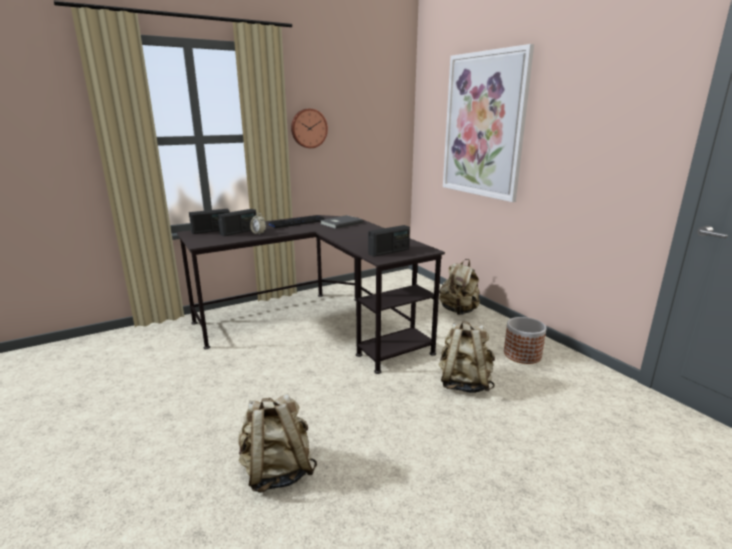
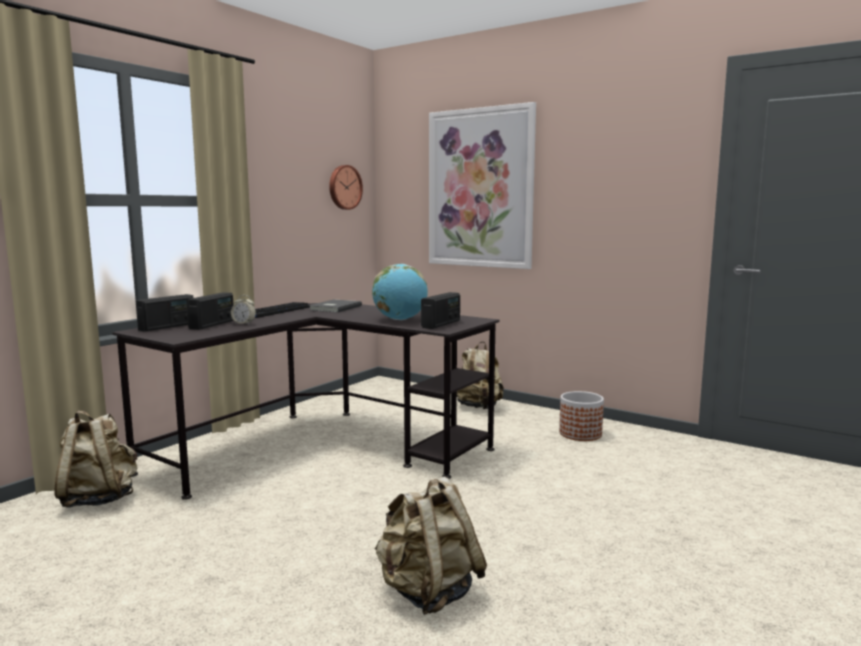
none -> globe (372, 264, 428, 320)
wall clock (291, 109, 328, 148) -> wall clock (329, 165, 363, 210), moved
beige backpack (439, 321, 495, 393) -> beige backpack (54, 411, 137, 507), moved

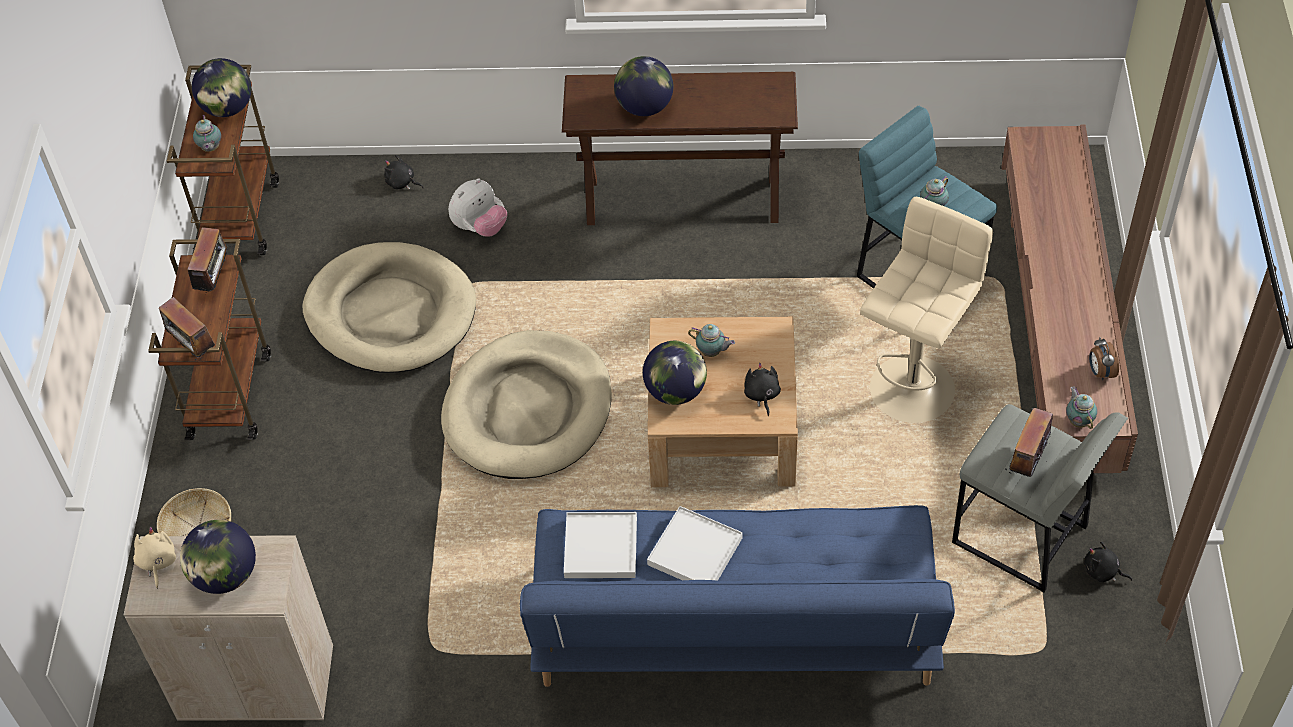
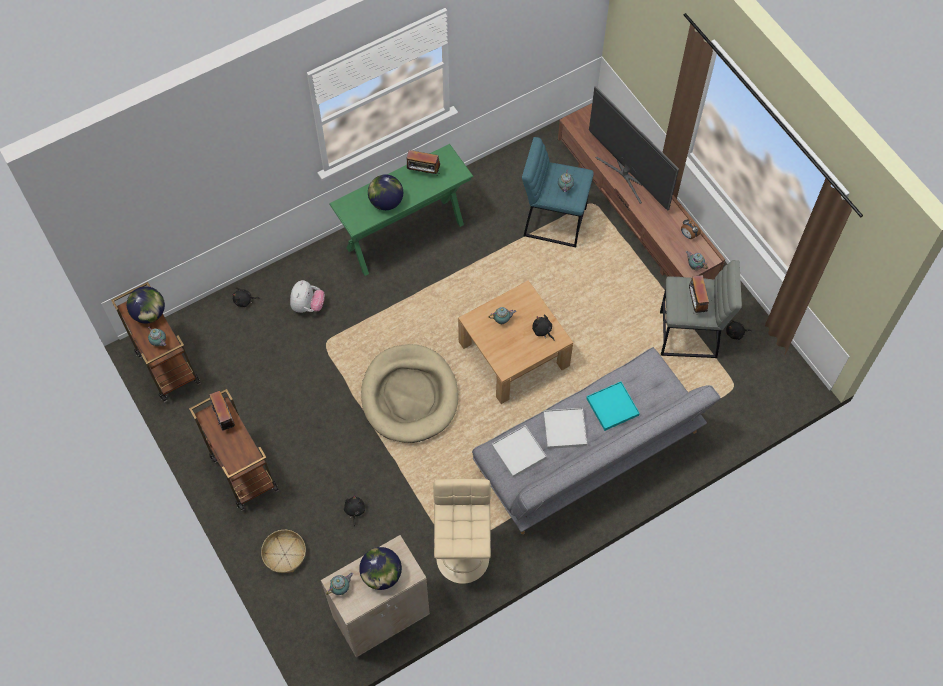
beige dog bed (303, 242, 476, 373) -> none
globe (643, 341, 707, 405) -> none
none -> black plush toy (344, 495, 365, 526)
none -> turquoise tray (586, 382, 640, 431)
none -> television (589, 86, 679, 210)
radio (159, 297, 215, 360) -> radio (407, 150, 440, 174), moved
beige stool (860, 197, 993, 423) -> beige stool (433, 479, 491, 584), moved
beige plush toy (133, 527, 176, 589) -> teapot (326, 572, 353, 595)
blue sofa (520, 505, 955, 687) -> grey sofa (472, 347, 721, 534)
brown console table (562, 72, 798, 225) -> green console table (329, 144, 474, 276)

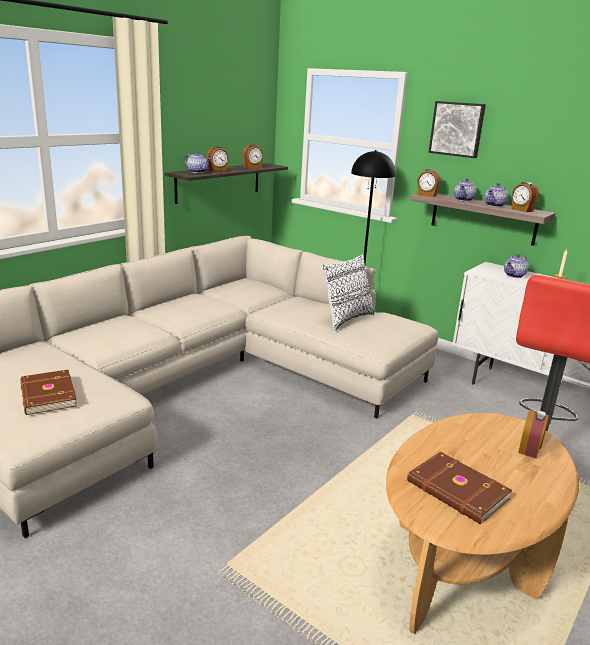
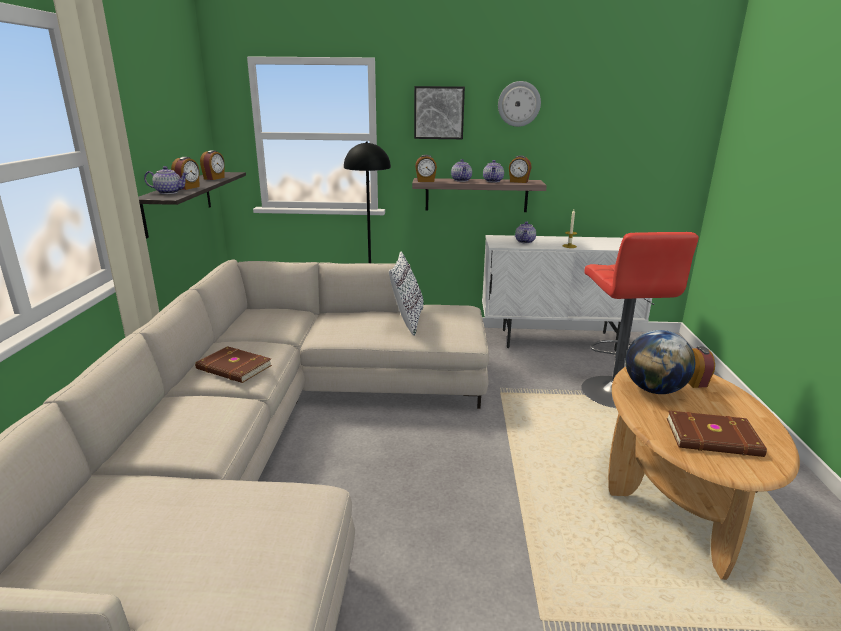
none -> wall clock (498, 81, 541, 127)
none -> globe (625, 330, 695, 394)
brown book (20, 370, 77, 415) -> brown book (195, 346, 272, 383), moved

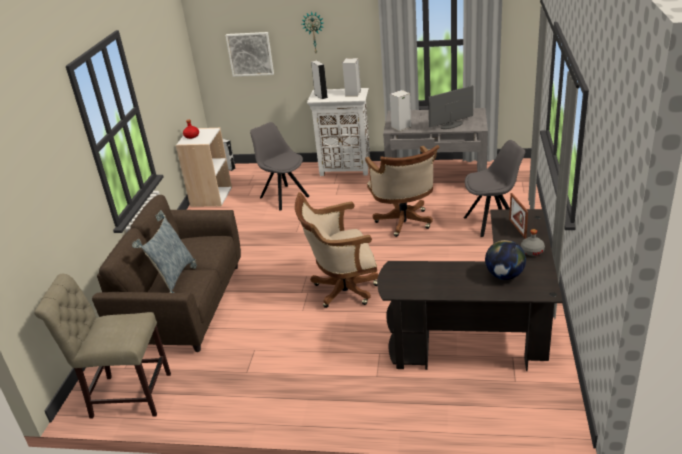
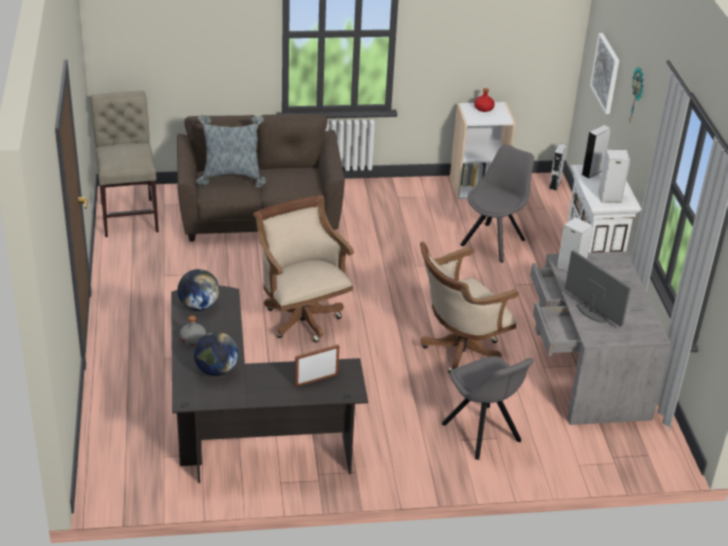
none -> globe (178, 269, 219, 311)
grey bottle (521, 229, 545, 256) -> grey bottle (180, 316, 206, 346), moved

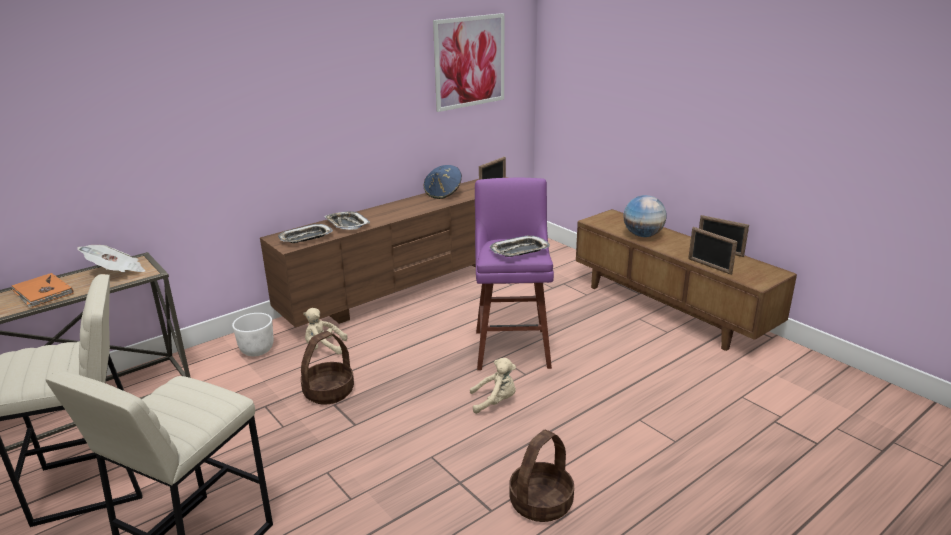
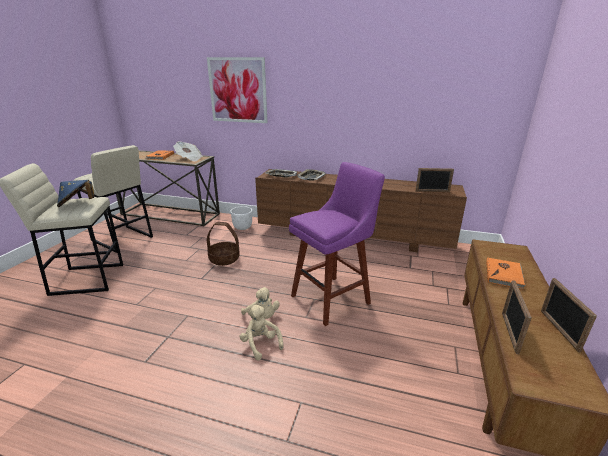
tray (490, 236, 550, 257) -> none
basket (509, 430, 574, 522) -> none
beige plush toy (303, 308, 347, 354) -> beige plush toy (239, 305, 284, 360), moved
blue hat (424, 165, 462, 199) -> blue hat (57, 180, 94, 207), moved
picture (433, 13, 504, 112) -> picture (207, 57, 267, 123), moved
globe (623, 195, 667, 237) -> orange book (486, 258, 526, 289)

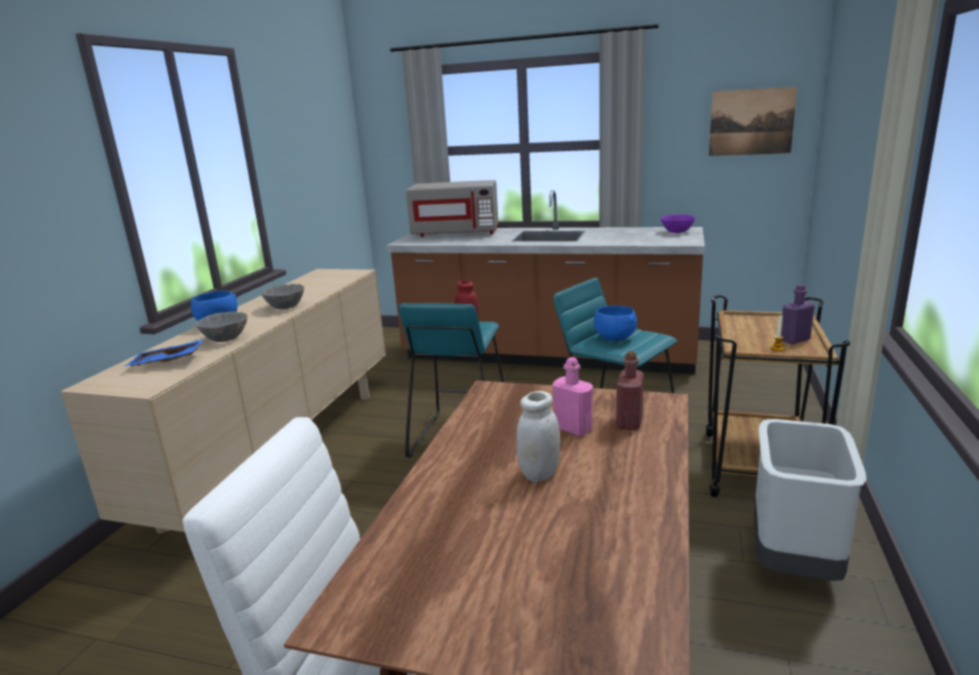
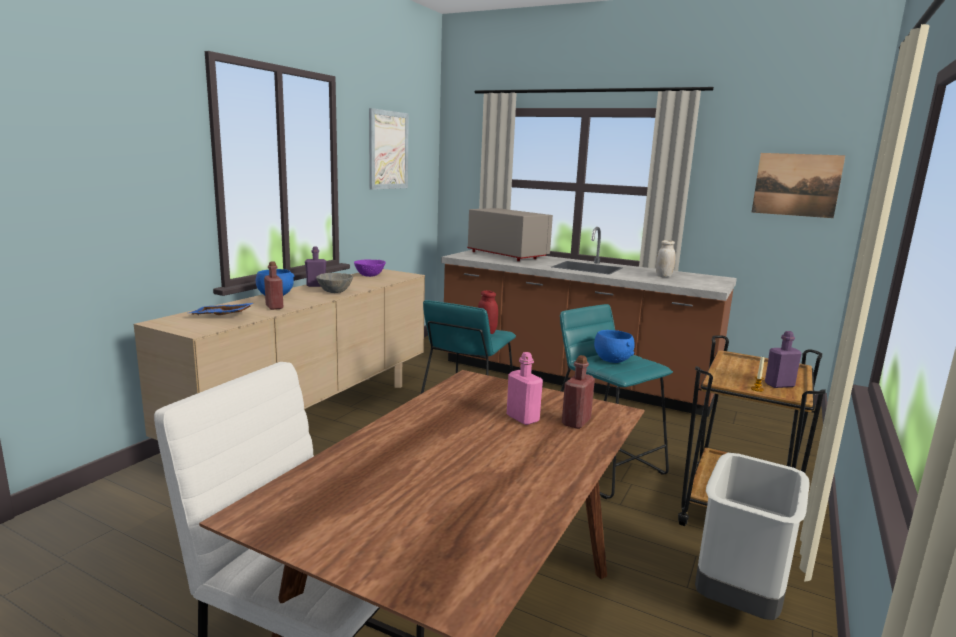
none -> purple bottle (305, 247, 326, 287)
none -> picture (369, 108, 409, 190)
white jar (516, 391, 560, 482) -> white jar (656, 240, 675, 277), moved
purple bowl (661, 214, 695, 233) -> purple bowl (354, 260, 386, 277), moved
grey bowl (195, 312, 247, 342) -> red bottle (264, 261, 283, 310)
grey microwave (406, 180, 499, 237) -> grey microwave (467, 208, 553, 261), 150 degrees counterclockwise

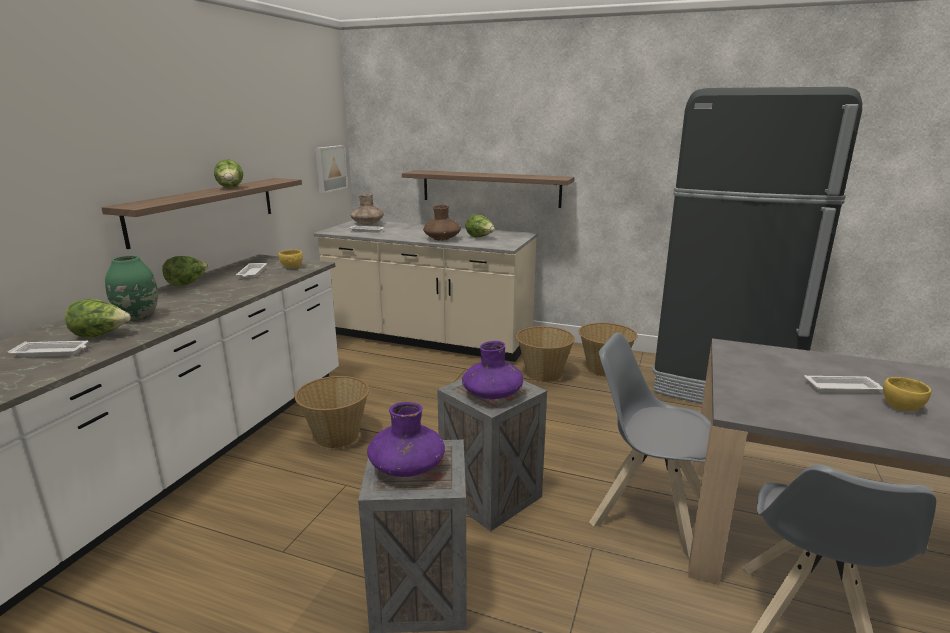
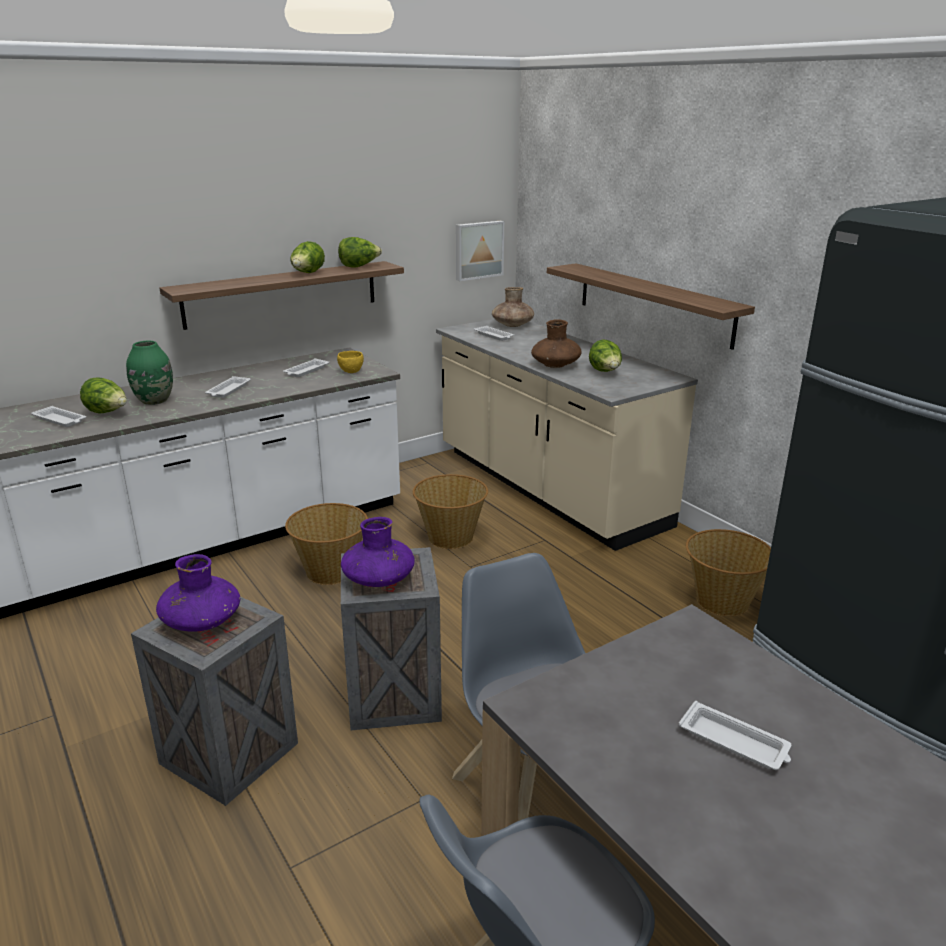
yellow bowl (883, 377, 931, 411) -> none
none -> white tray (205, 376, 251, 398)
lettuce (162, 256, 209, 286) -> lettuce (338, 237, 382, 267), moved
basket (516, 326, 575, 382) -> basket (413, 474, 488, 549), moved

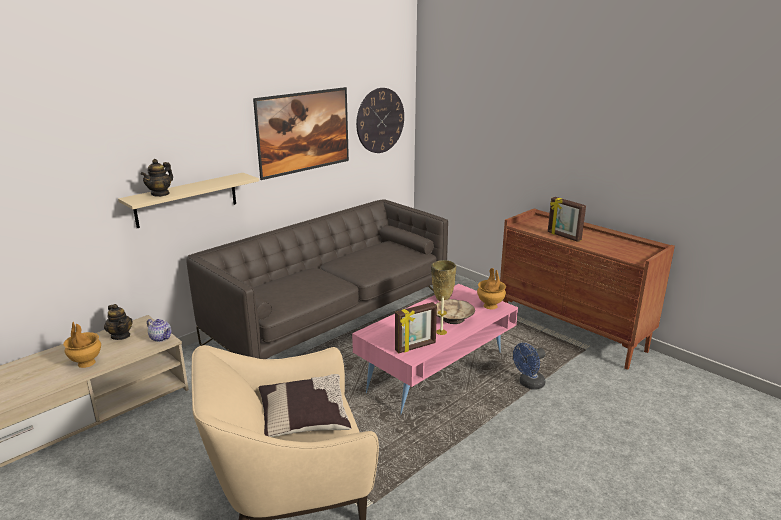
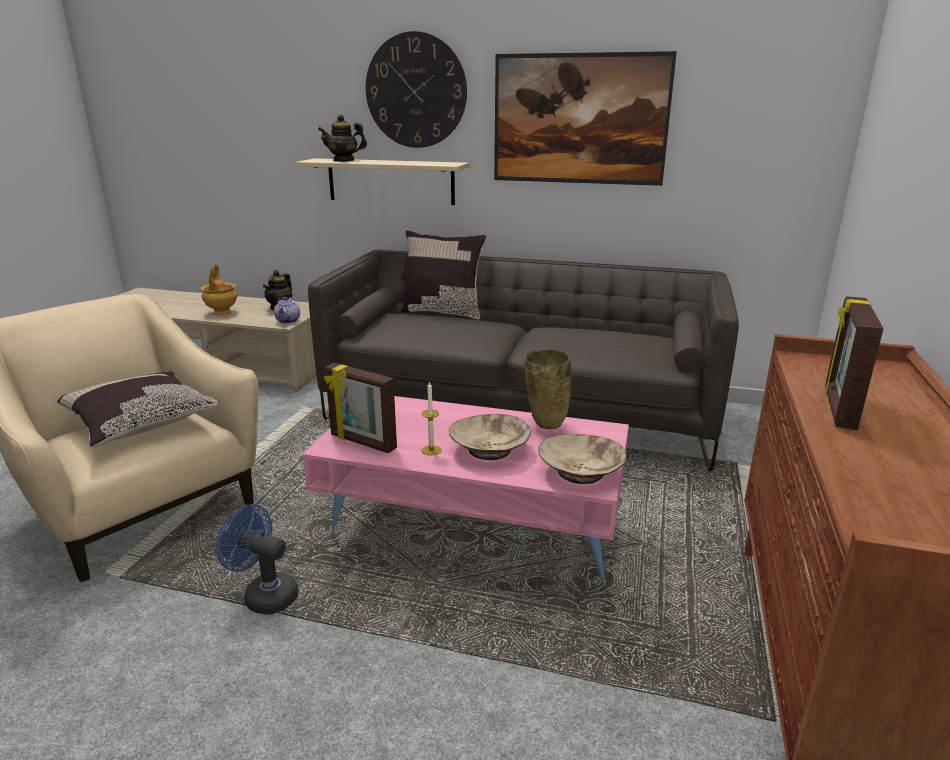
none -> pillow (401, 230, 486, 319)
wall clock (356, 88, 404, 153) -> wall clock (366, 31, 467, 148), moved
blue fan (513, 343, 546, 389) -> blue fan (216, 504, 298, 615), moved
brown vase (477, 268, 506, 309) -> beige bowl (538, 434, 626, 484)

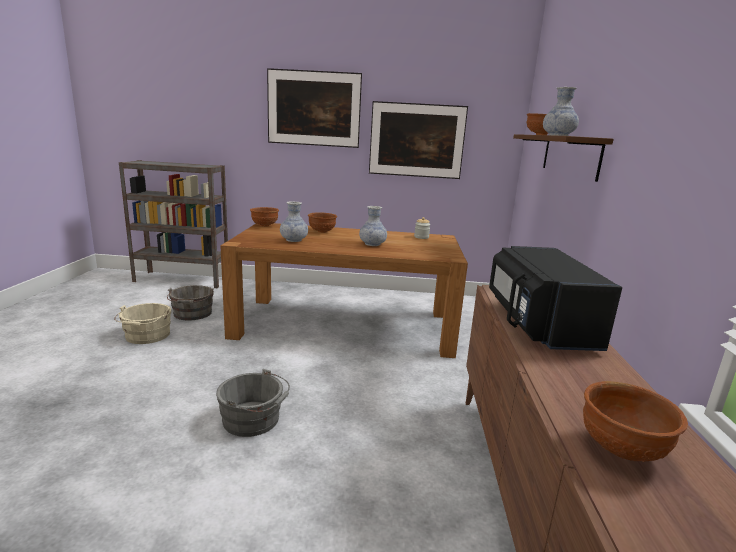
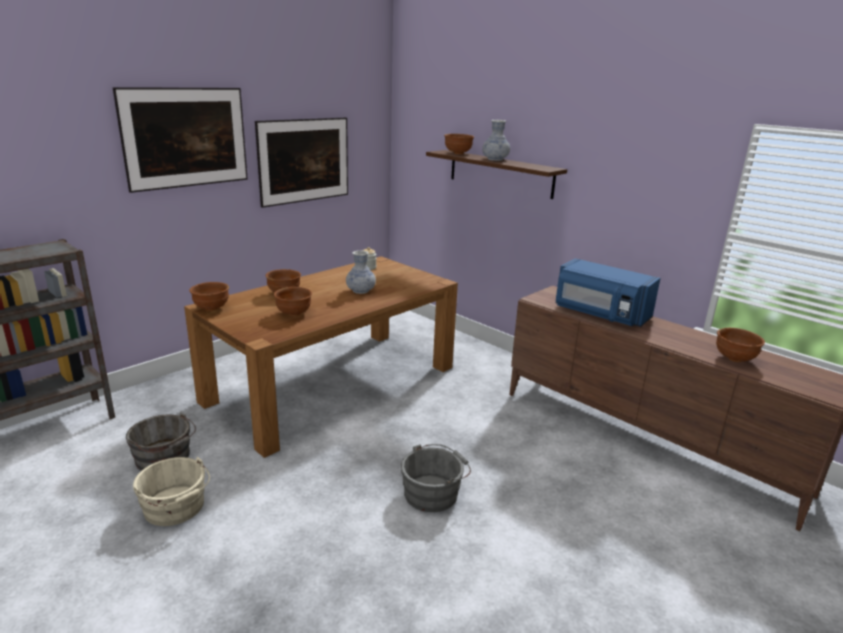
vase (280, 201, 308, 242) -> brown bowl (274, 287, 312, 316)
black microwave (489, 246, 622, 351) -> blue microwave (556, 258, 661, 327)

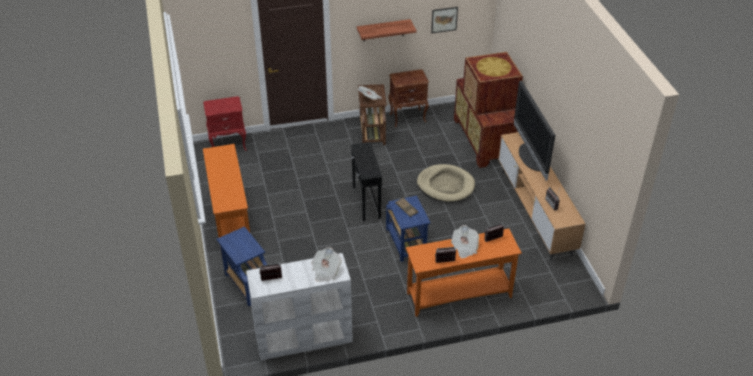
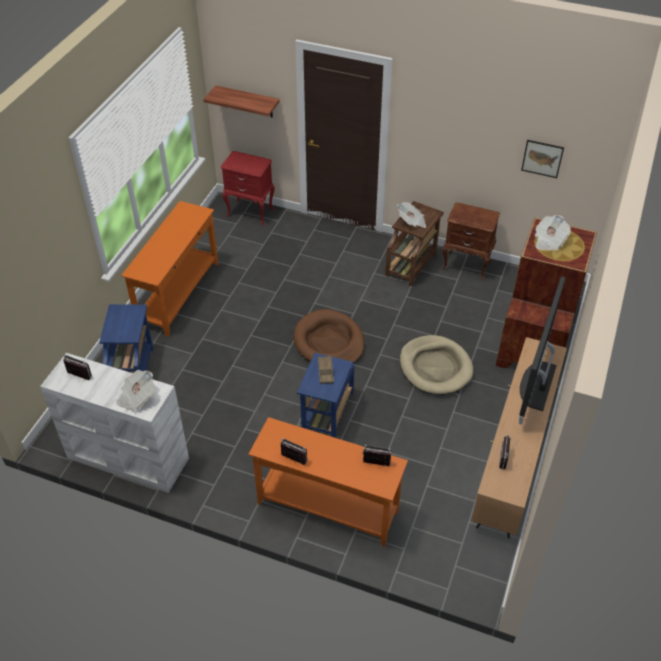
shelf (357, 19, 416, 41) -> shelf (203, 85, 280, 117), moved
newspaper (451, 225, 479, 258) -> newspaper (535, 215, 571, 251), moved
black side table (351, 142, 382, 221) -> brown dog bed (293, 309, 365, 363)

